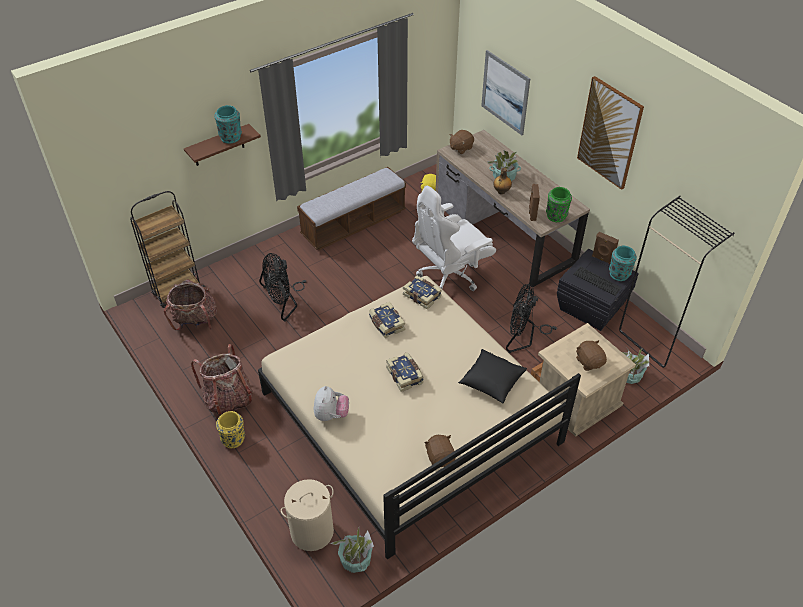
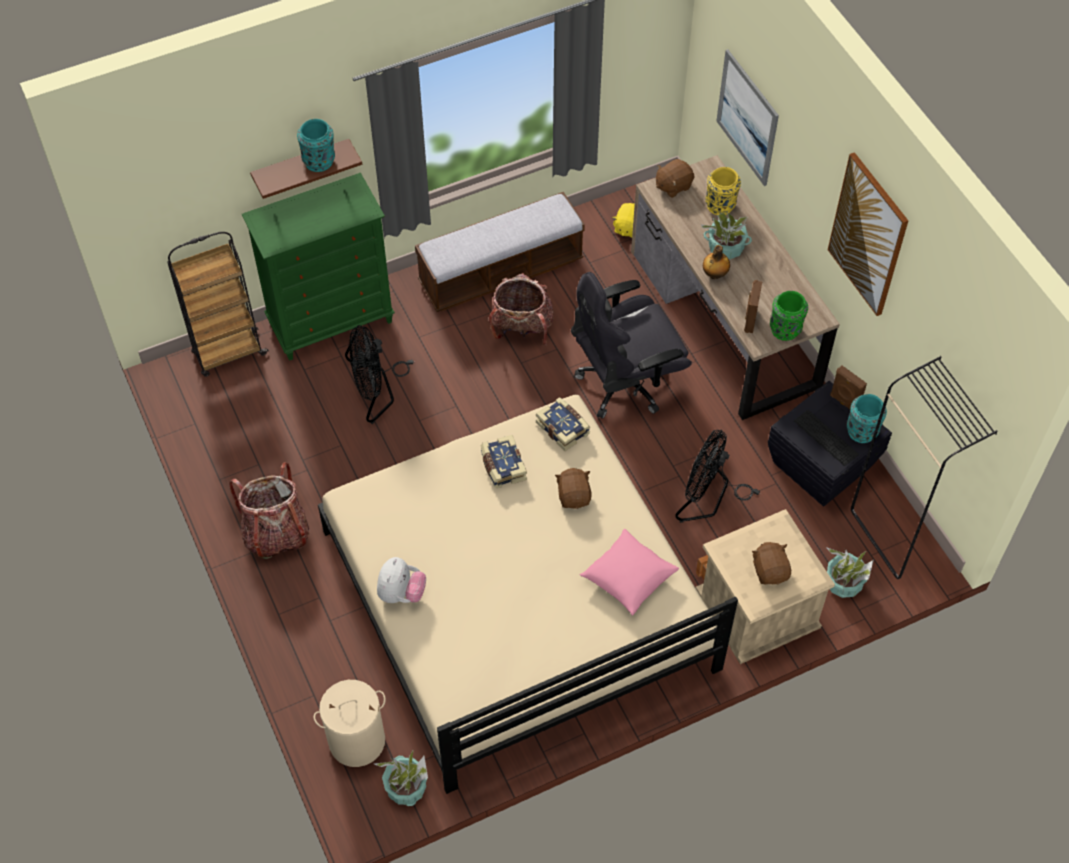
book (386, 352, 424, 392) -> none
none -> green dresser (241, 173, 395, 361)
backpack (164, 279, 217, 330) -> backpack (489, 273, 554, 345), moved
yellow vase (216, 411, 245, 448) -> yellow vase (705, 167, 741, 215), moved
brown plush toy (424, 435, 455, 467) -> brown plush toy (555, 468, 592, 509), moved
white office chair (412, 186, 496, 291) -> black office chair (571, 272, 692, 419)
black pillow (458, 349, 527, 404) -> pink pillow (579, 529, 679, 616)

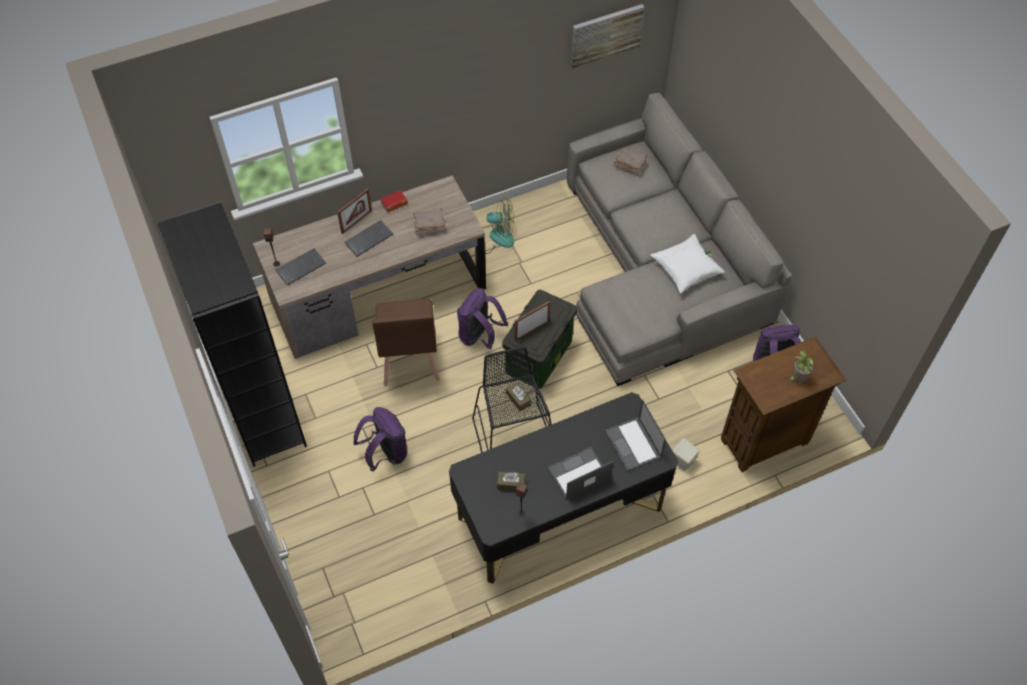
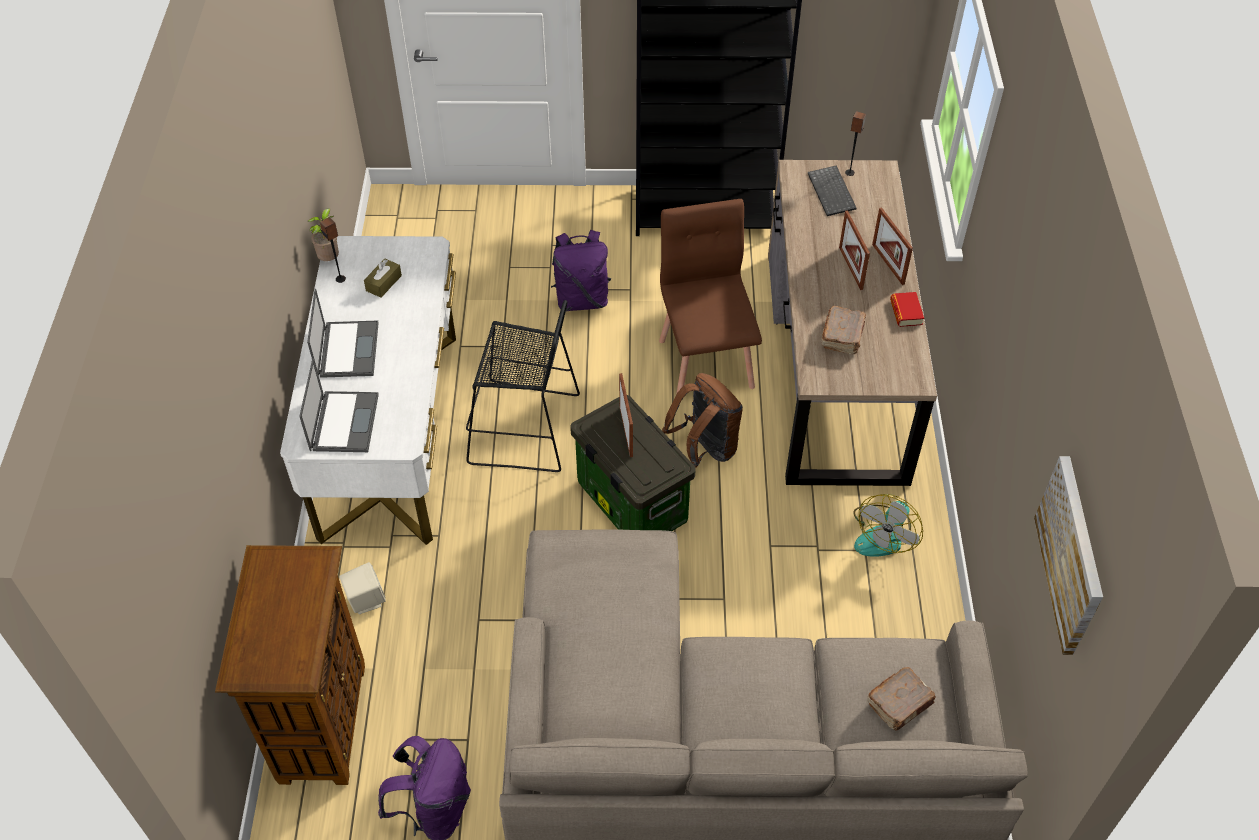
brown tissue box (506, 382, 531, 411) -> none
white pillow (650, 234, 725, 294) -> none
potted plant (788, 350, 816, 382) -> potted plant (308, 208, 339, 261), moved
keyboard (344, 220, 393, 257) -> picture frame (839, 210, 870, 290)
black desk (449, 392, 678, 584) -> white desk (280, 236, 456, 545)
purple backpack (457, 288, 508, 349) -> brown backpack (662, 373, 743, 468)
brown chair (372, 299, 440, 386) -> brown chair (659, 199, 762, 393), 60 degrees clockwise
laptop (605, 399, 666, 472) -> laptop (299, 358, 379, 452), 90 degrees clockwise

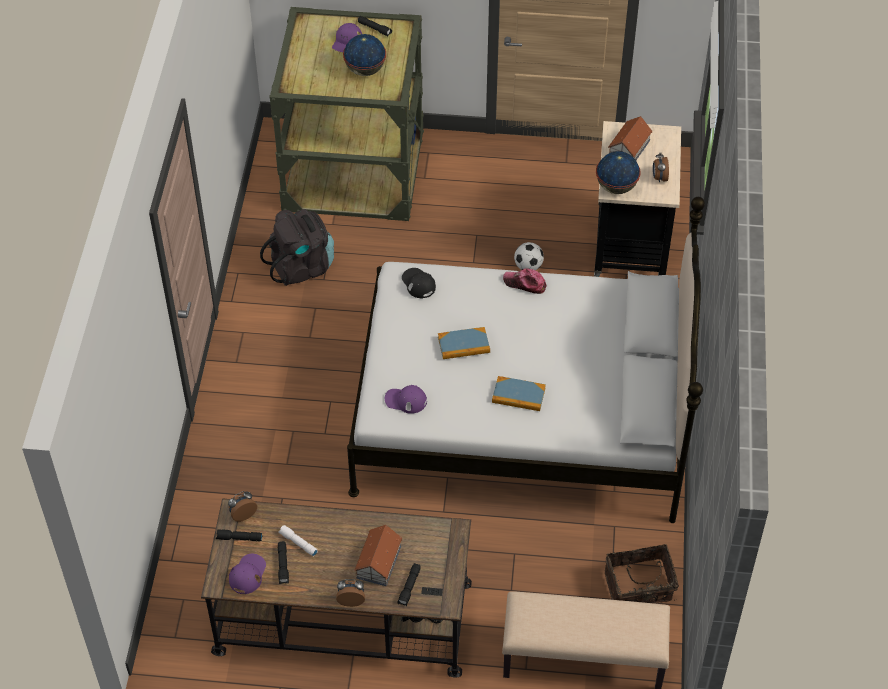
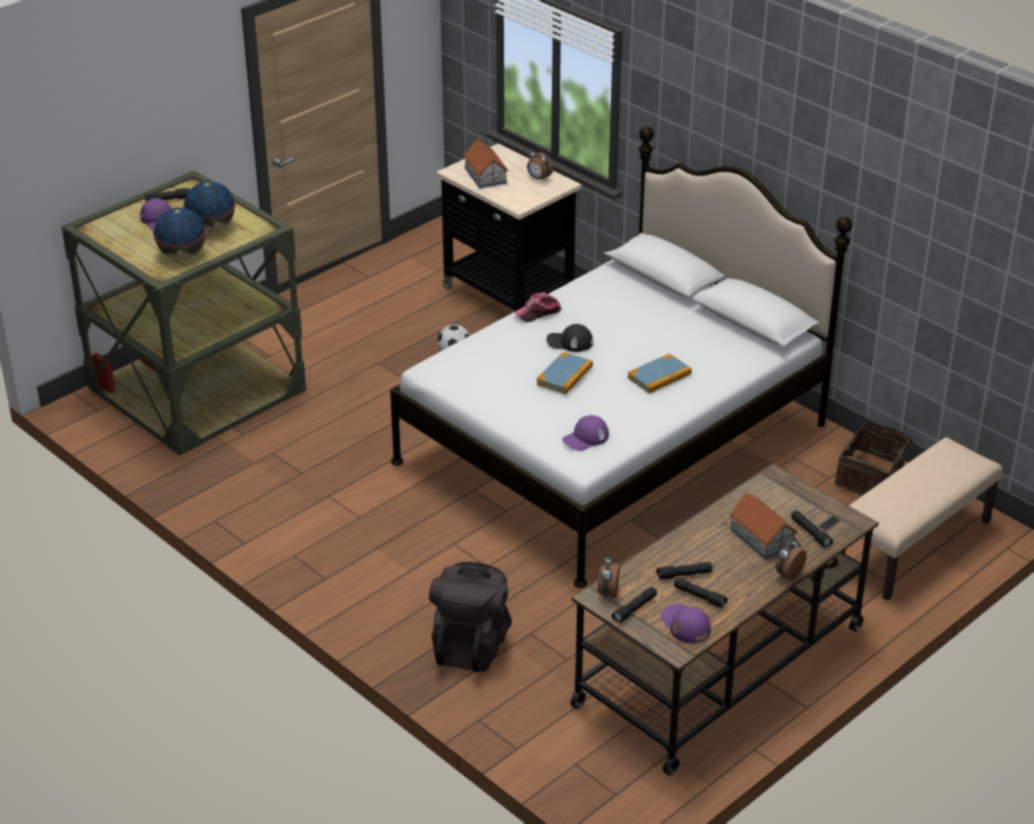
black backpack (260, 209, 334, 286) -> black backpack (429, 561, 512, 672), moved
black cap (402, 268, 436, 298) -> black cap (546, 324, 593, 352), moved
globe (596, 151, 641, 194) -> globe (153, 208, 207, 259), moved
white flashlight (278, 525, 318, 557) -> black flashlight (656, 562, 713, 580)

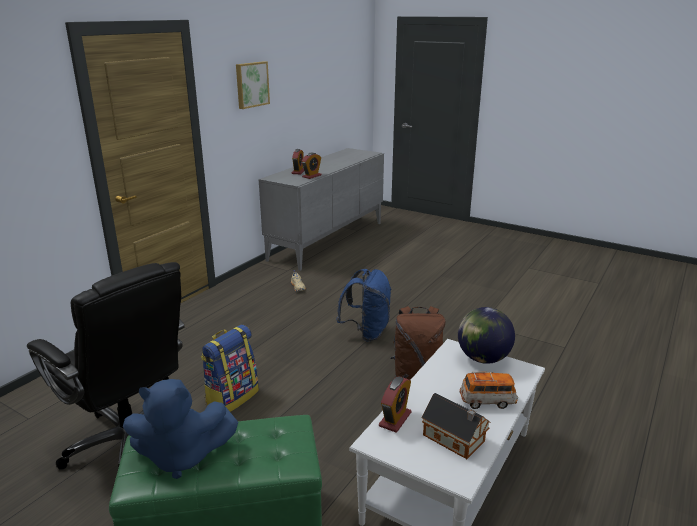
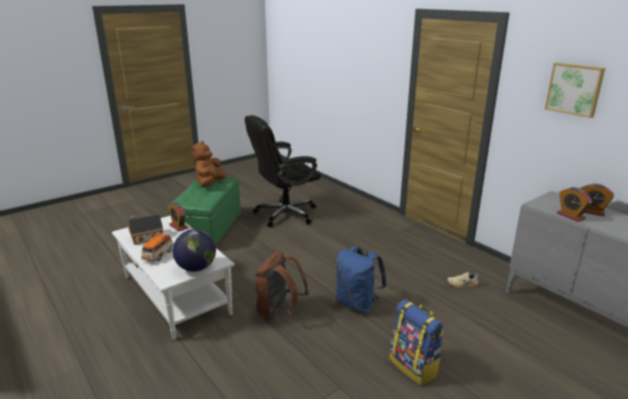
backpack (201, 325, 259, 412) -> backpack (390, 299, 444, 385), moved
blue plush toy (123, 379, 238, 479) -> brown plush toy (192, 141, 226, 187)

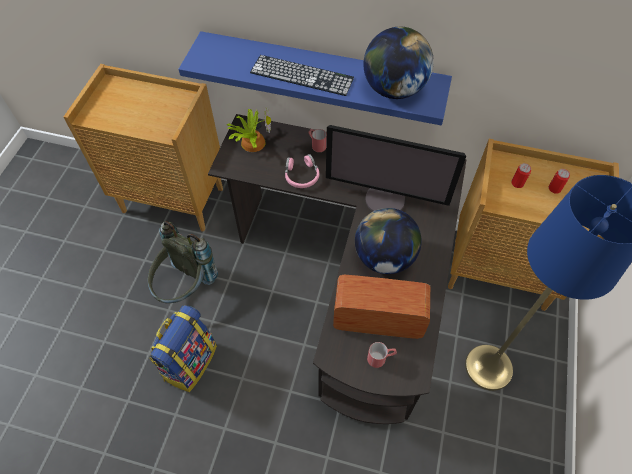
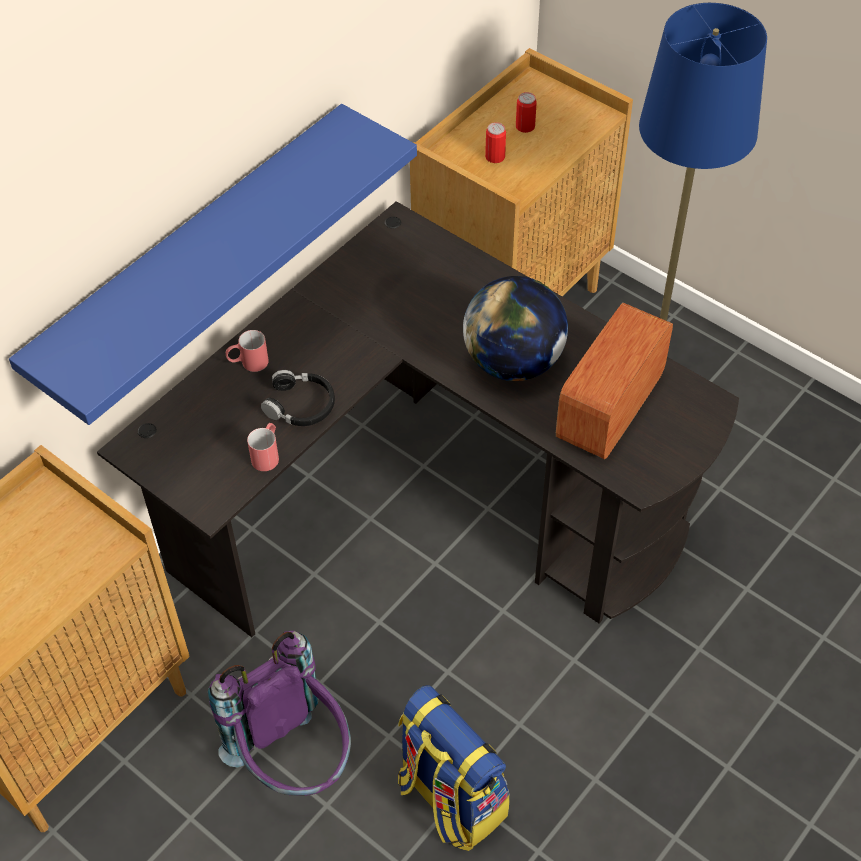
potted plant (227, 107, 271, 152) -> none
keyboard (250, 55, 354, 96) -> none
monitor (326, 125, 466, 212) -> none
globe (363, 27, 434, 99) -> none
red mug (367, 342, 397, 368) -> red mug (247, 423, 279, 471), moved
grey backpack (148, 221, 218, 303) -> purple backpack (208, 631, 351, 796)
pink headphones (285, 154, 319, 188) -> black headphones (261, 370, 335, 426)

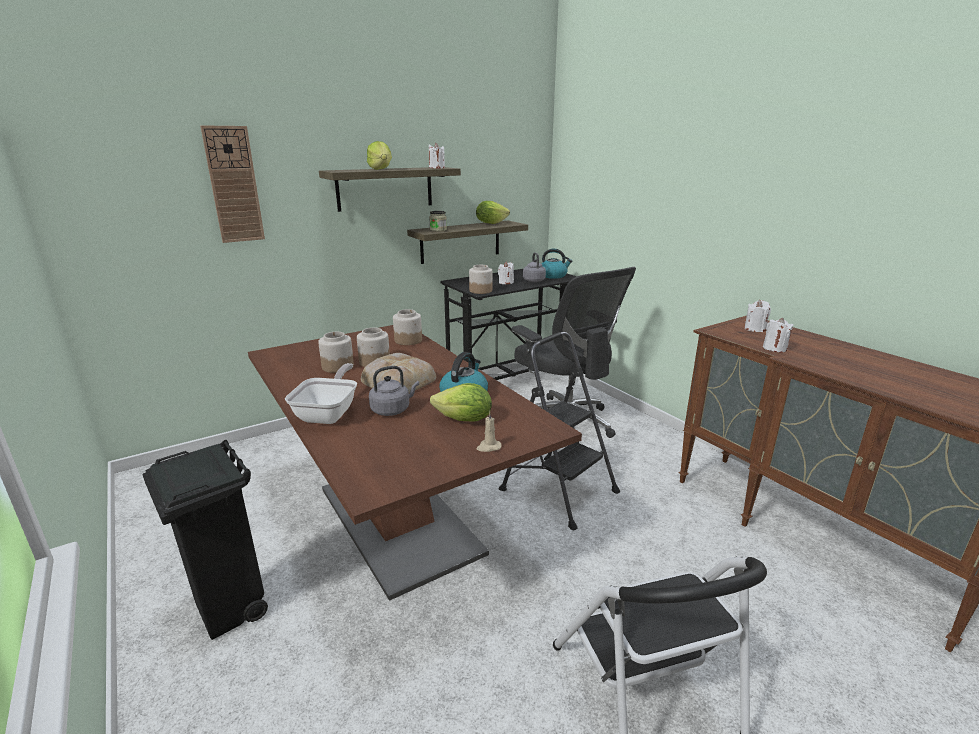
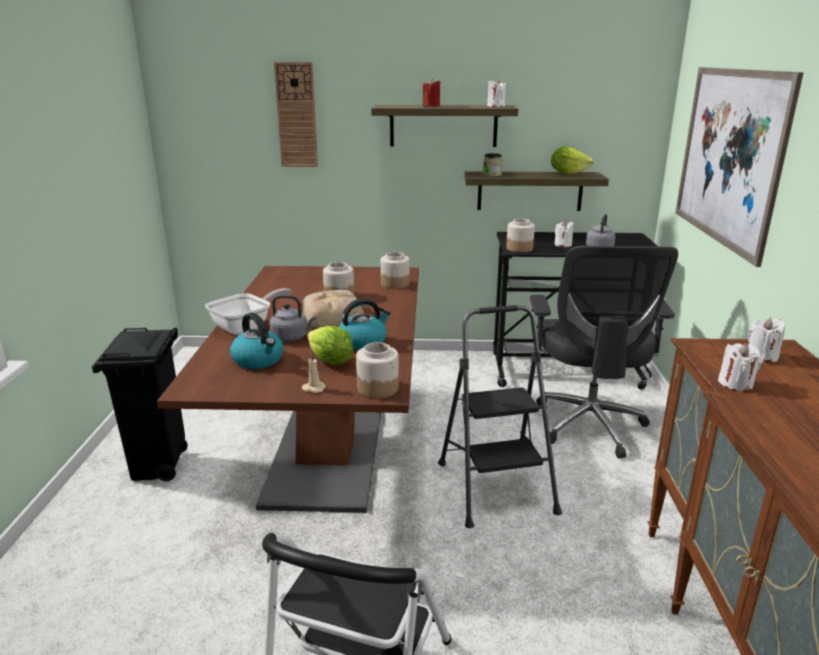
none -> picture (675, 67, 804, 267)
jar (318, 332, 354, 373) -> jar (356, 342, 399, 398), moved
kettle (541, 249, 572, 279) -> kettle (230, 313, 284, 369), moved
lettuce (367, 141, 392, 170) -> red candle (423, 78, 441, 106)

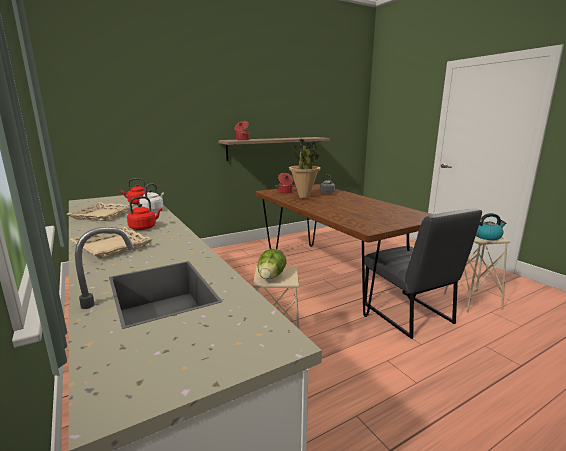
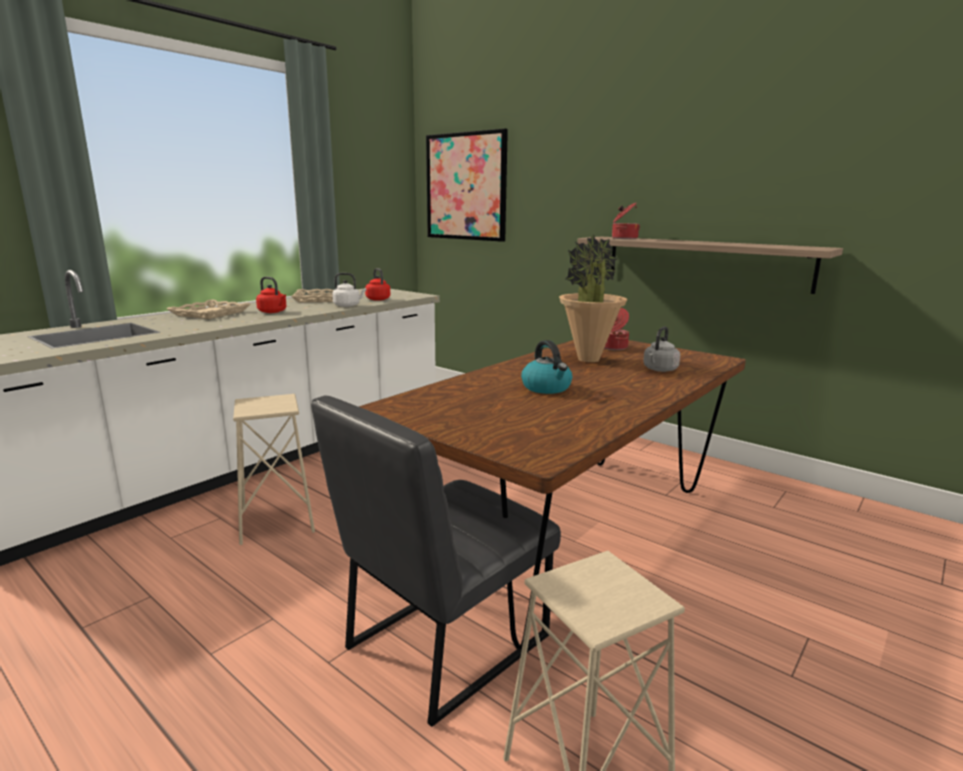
lettuce (258, 249, 287, 279) -> none
none -> picture (426, 128, 508, 242)
kettle (476, 213, 506, 240) -> kettle (521, 340, 572, 394), moved

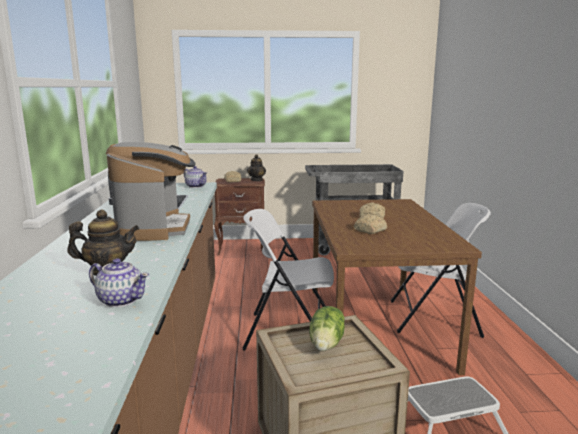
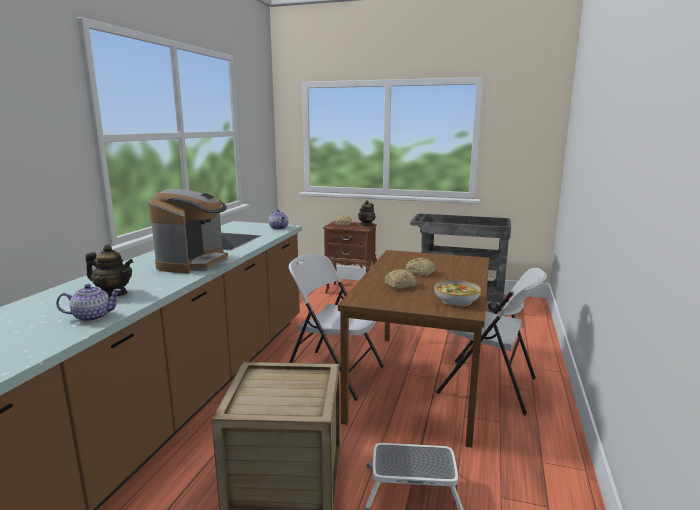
lettuce (309, 306, 345, 351) -> none
none -> bowl (434, 280, 481, 306)
teapot (89, 258, 149, 307) -> teapot (56, 284, 121, 322), 60 degrees counterclockwise

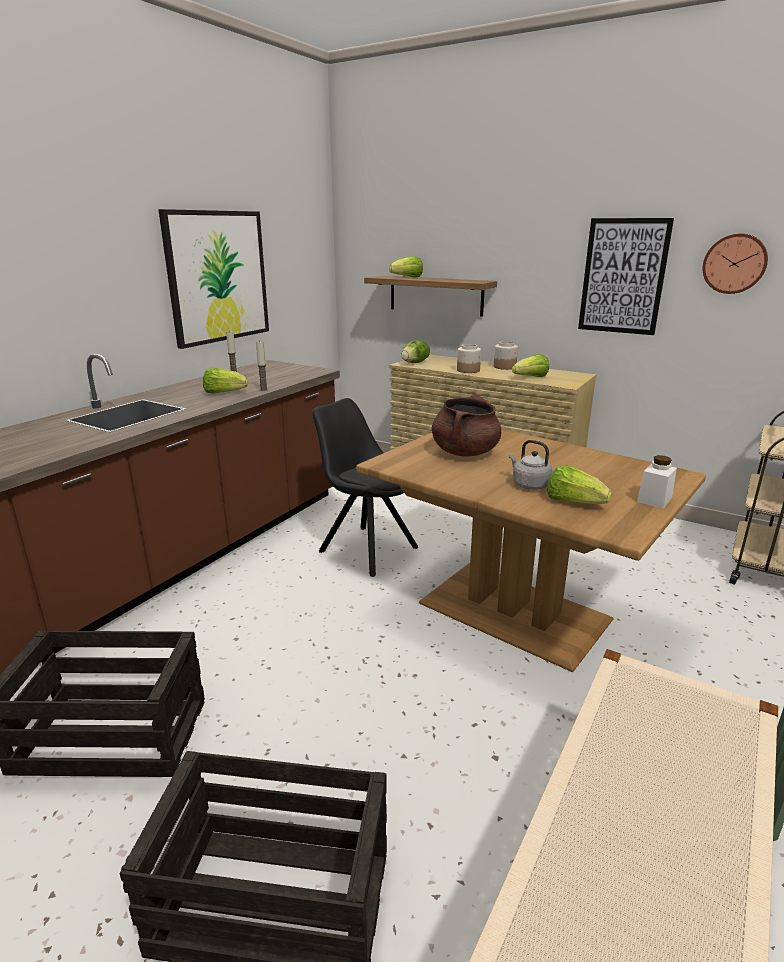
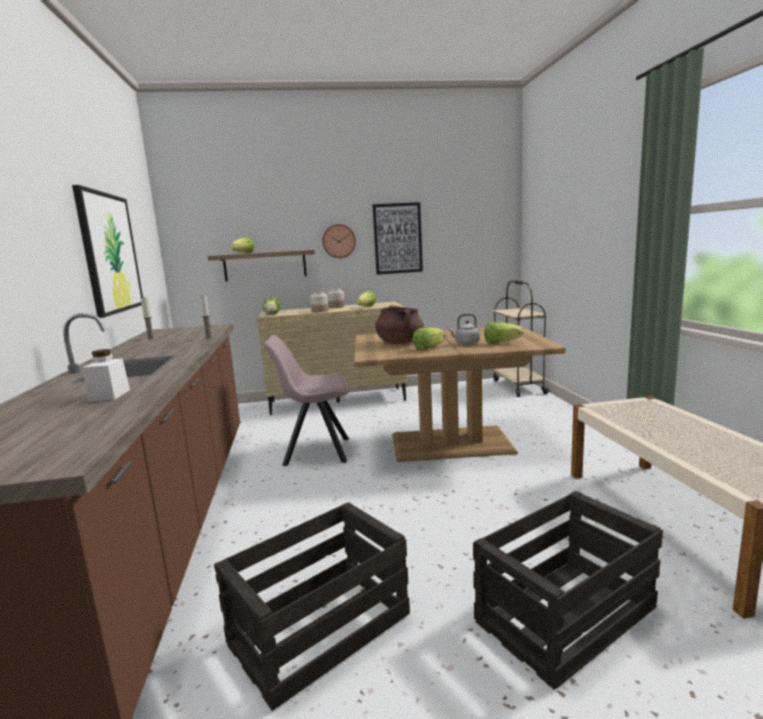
lettuce (203, 367, 248, 394) -> lettuce (412, 327, 446, 350), moved
white jar (637, 455, 677, 509) -> white jar (83, 349, 130, 402), moved
wall clock (702, 234, 768, 294) -> wall clock (322, 224, 356, 258), moved
black chair (312, 398, 418, 577) -> pink chair (263, 335, 350, 466)

